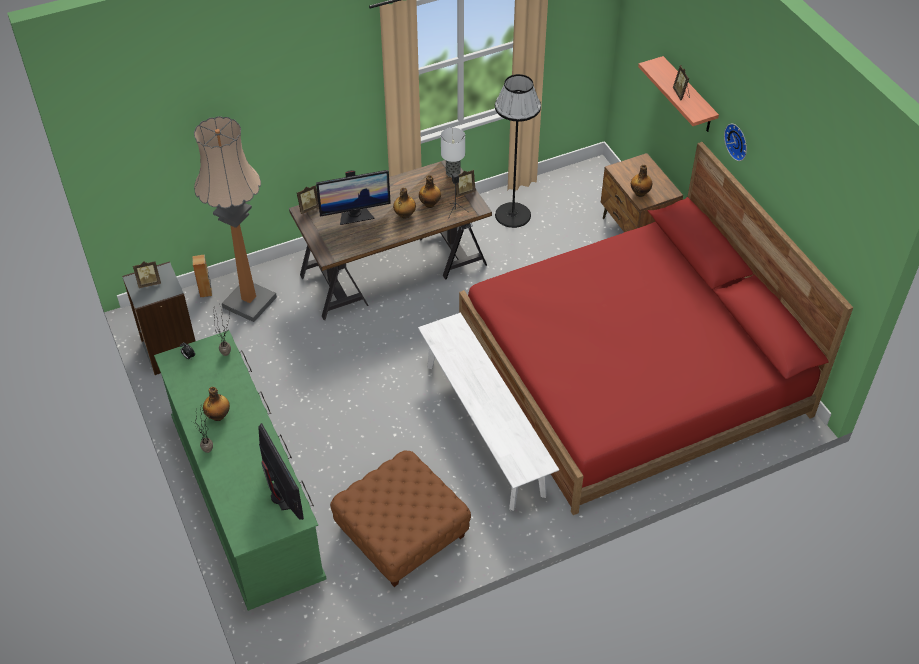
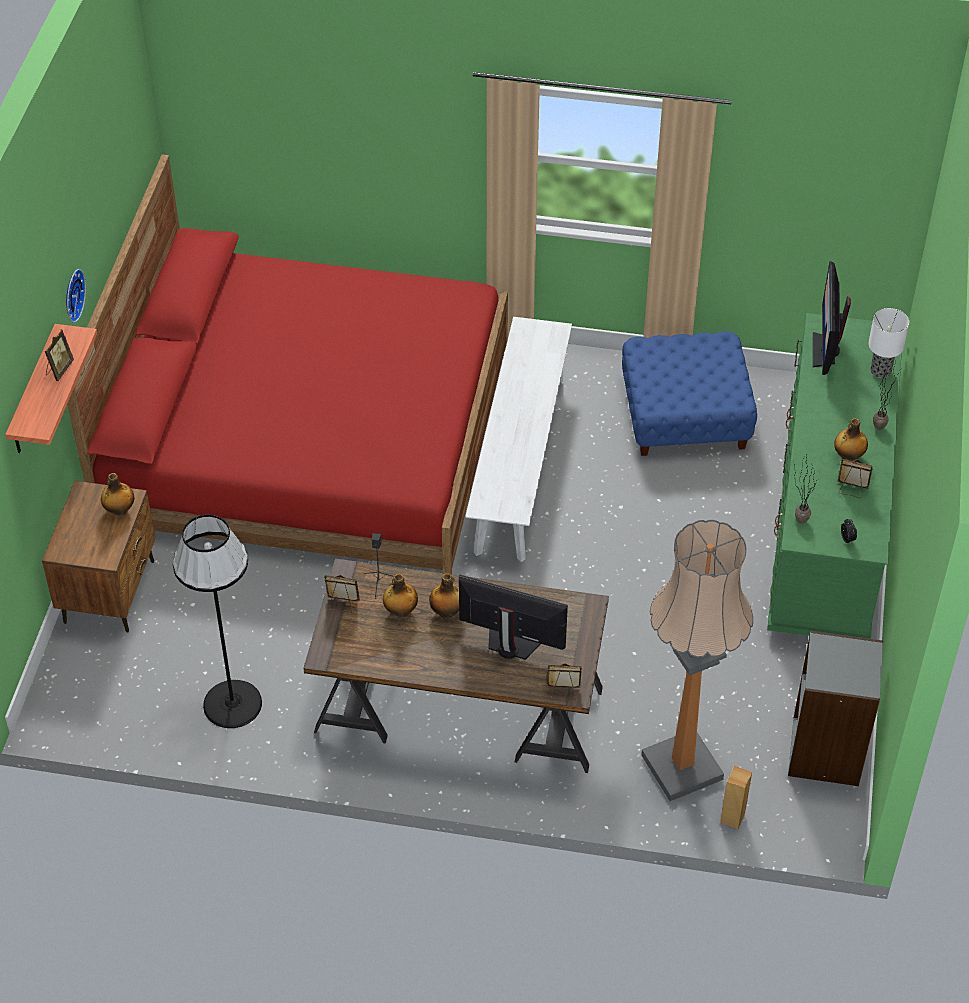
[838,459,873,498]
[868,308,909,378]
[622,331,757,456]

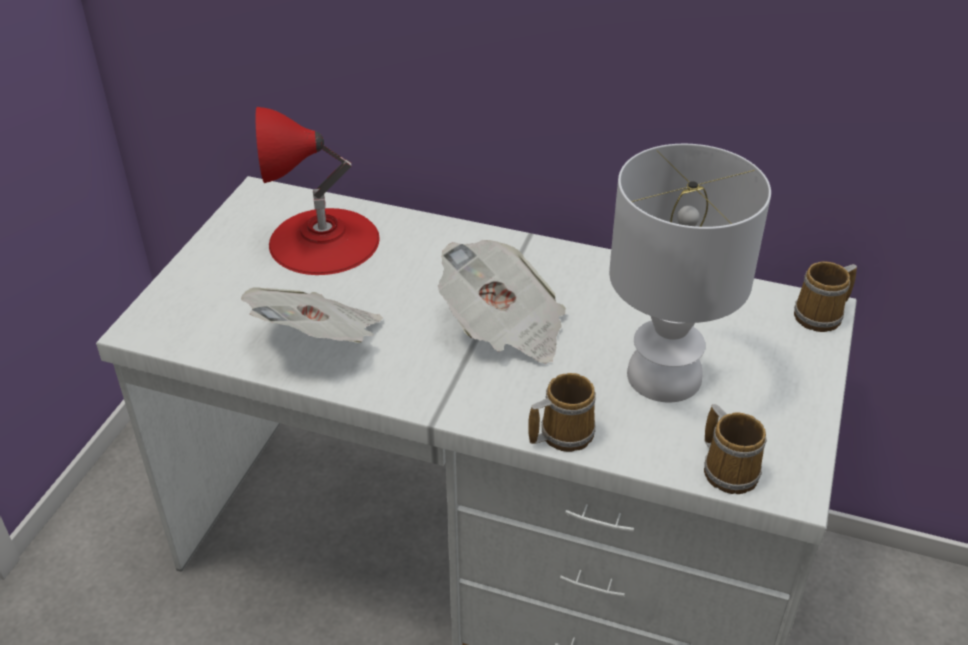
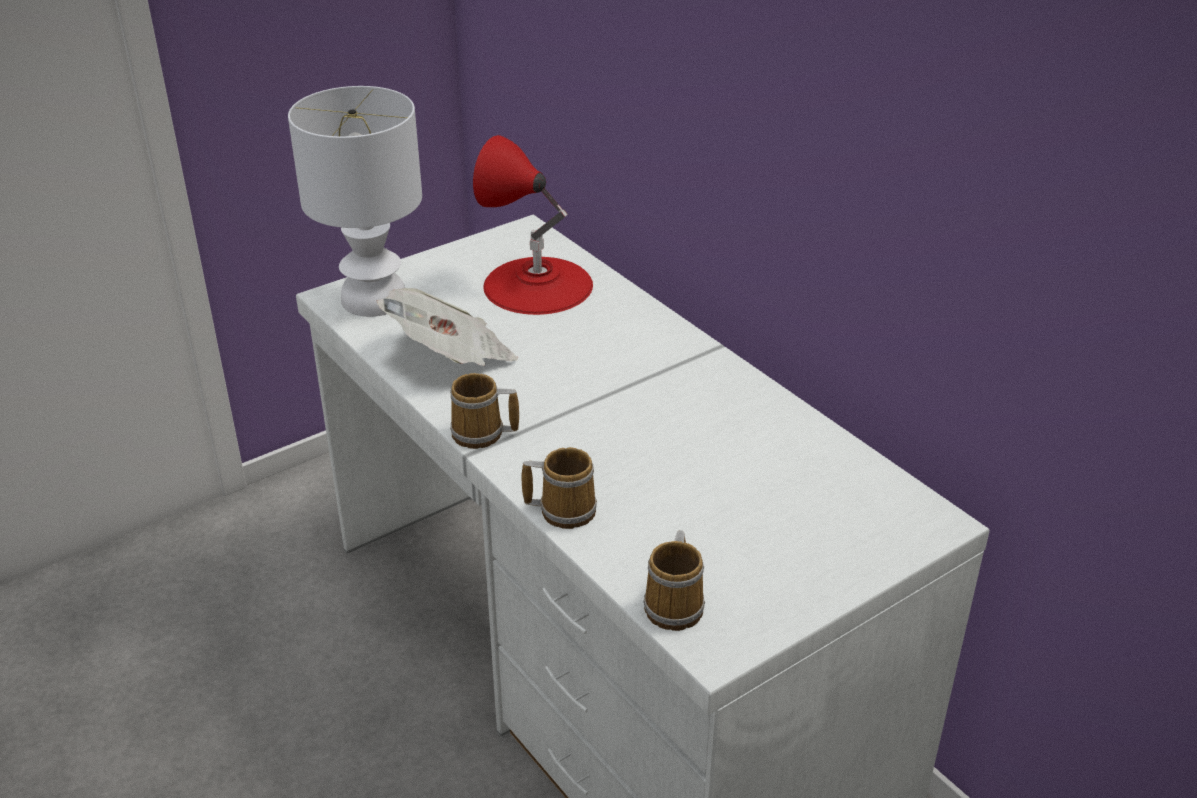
[438,240,566,363] (first image)
[288,86,422,317]
[450,373,519,449]

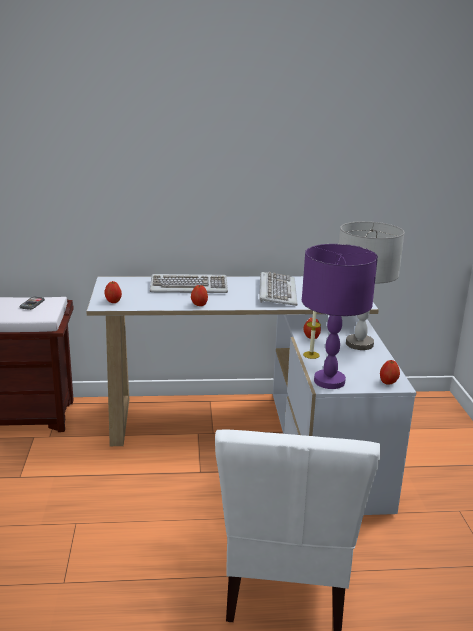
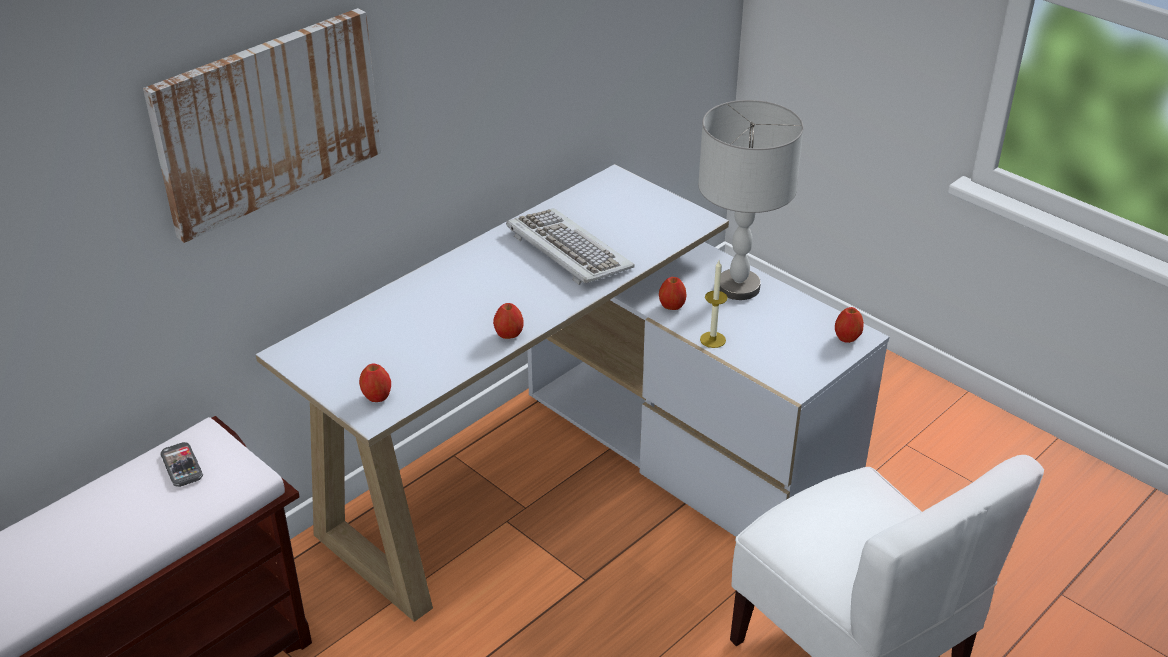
[150,274,228,293] (first image)
[302,244,378,389] (first image)
[143,8,381,243]

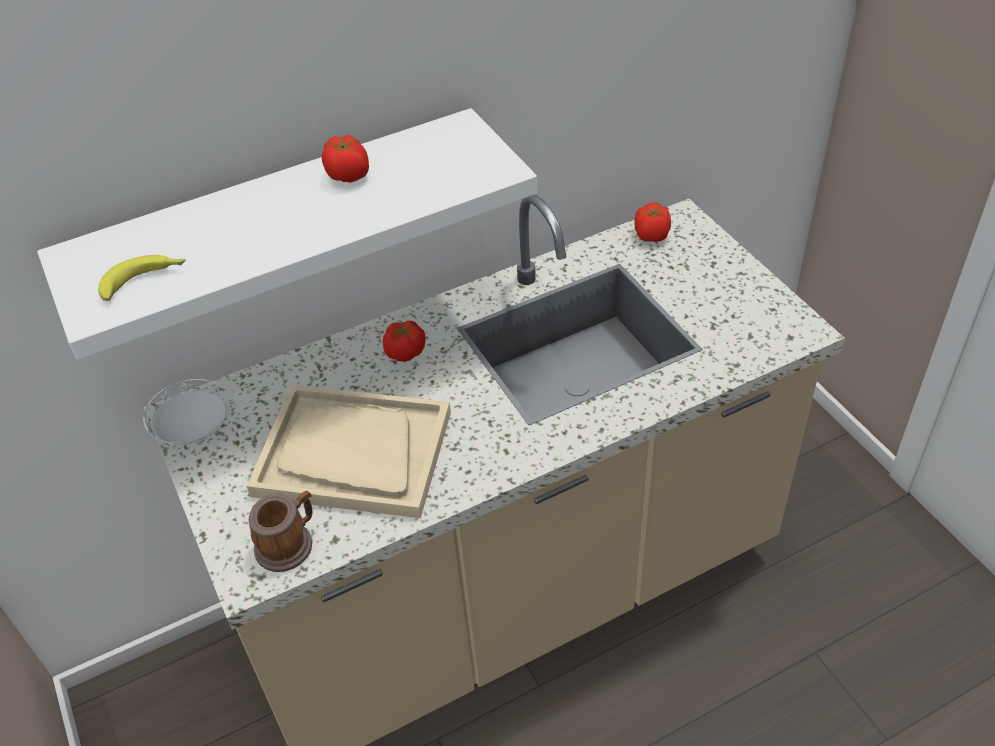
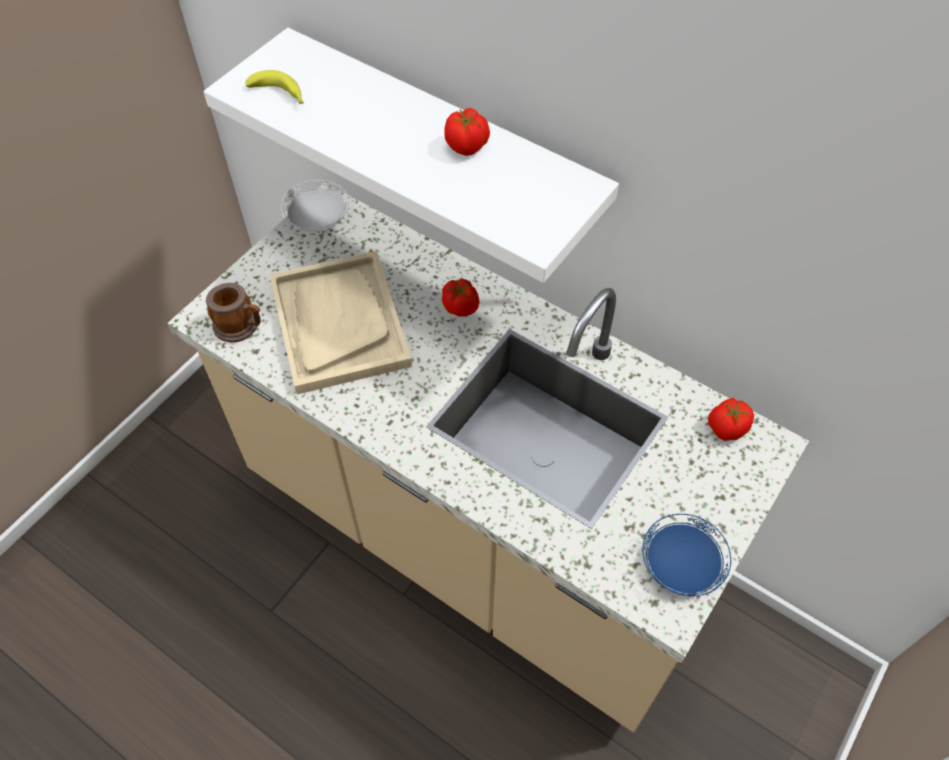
[642,514,731,596]

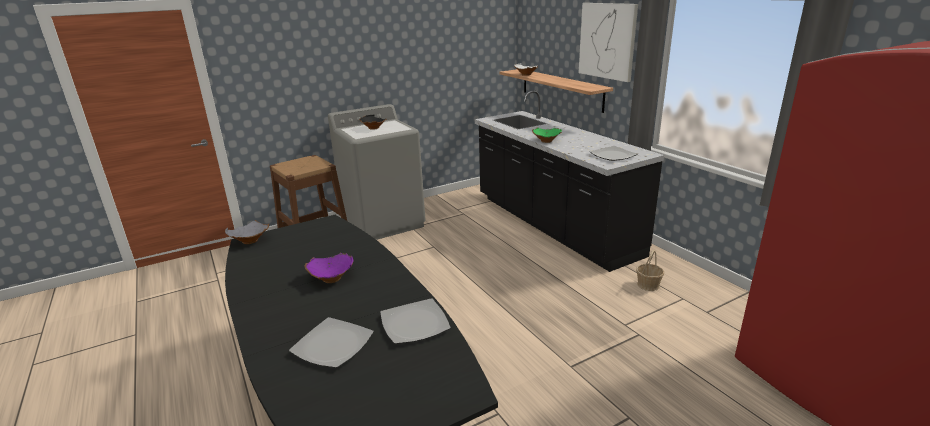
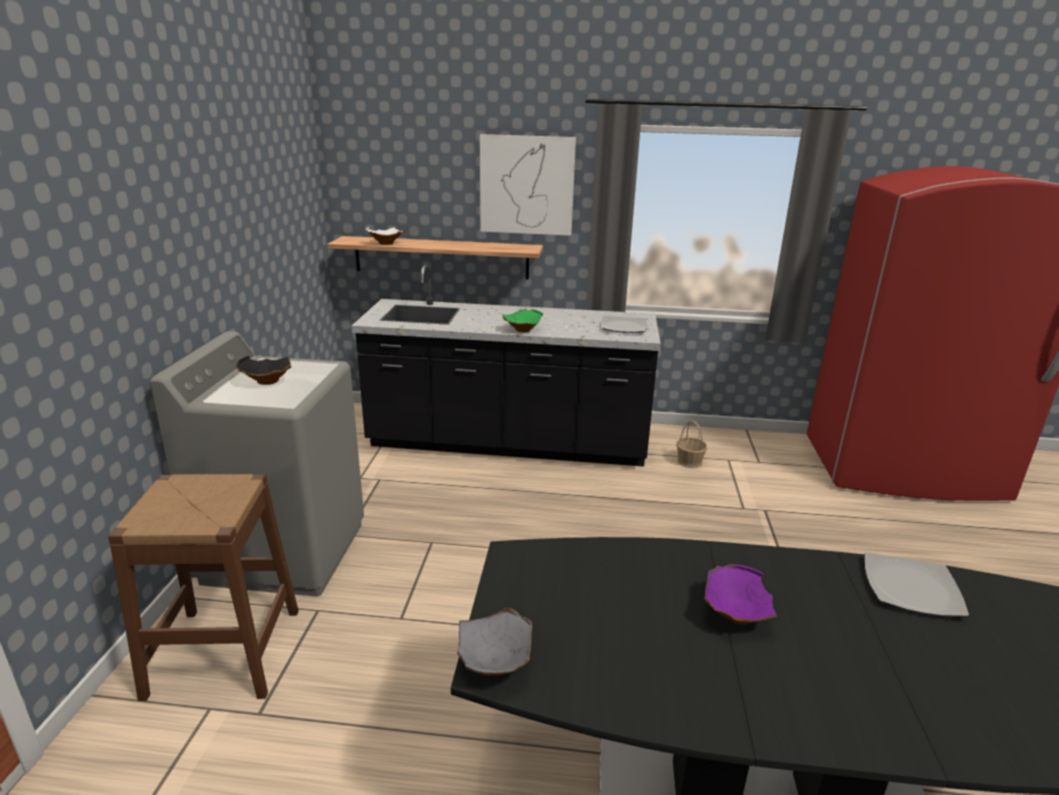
[289,317,374,368] (first image)

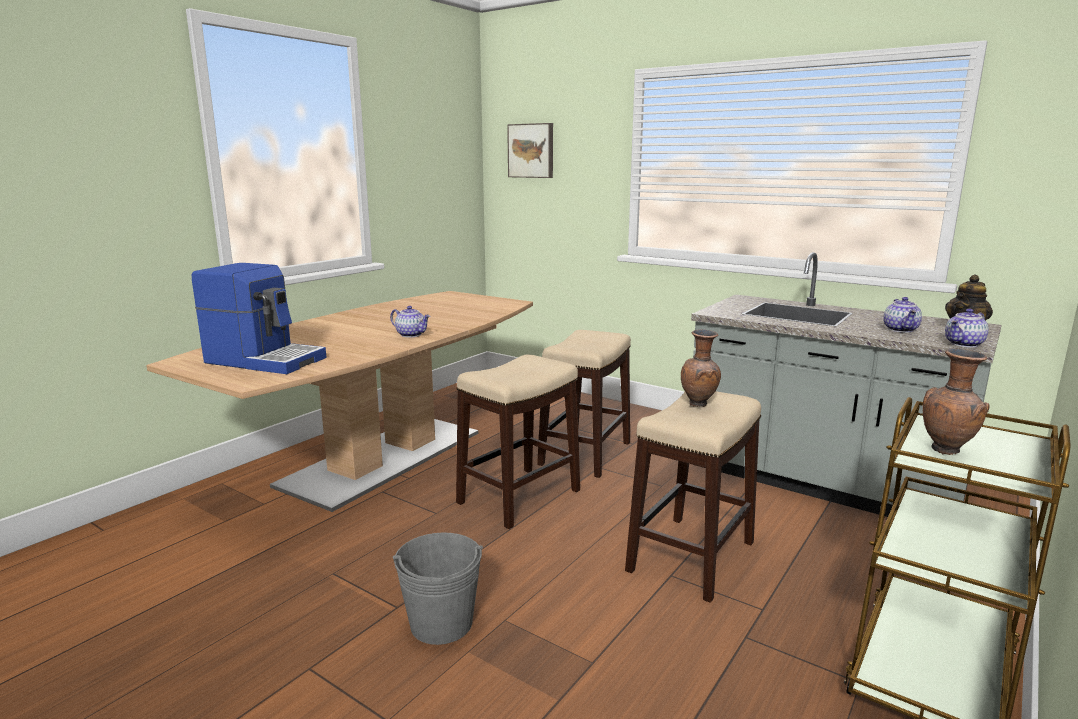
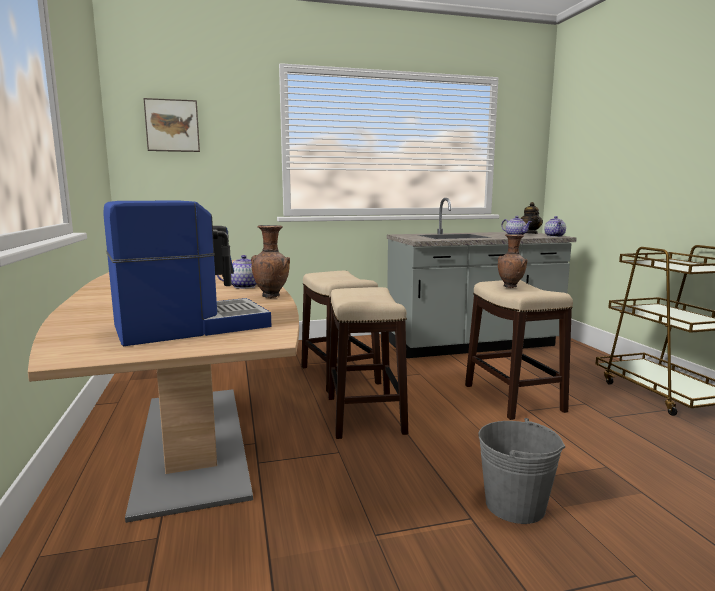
[251,225,290,298]

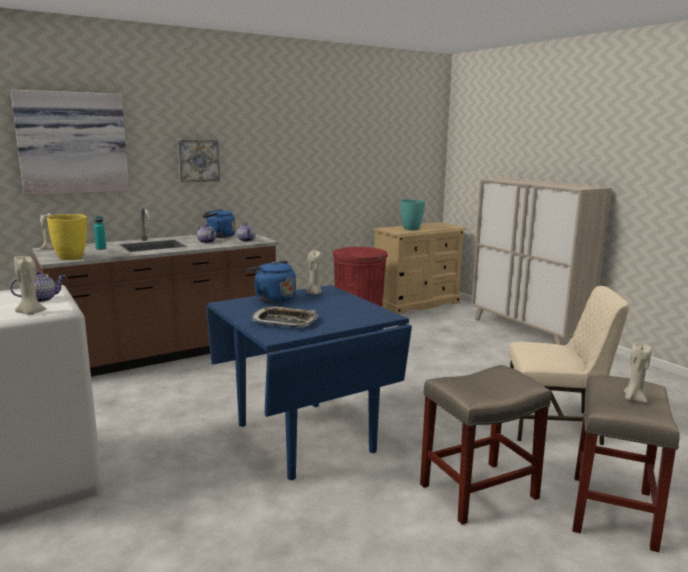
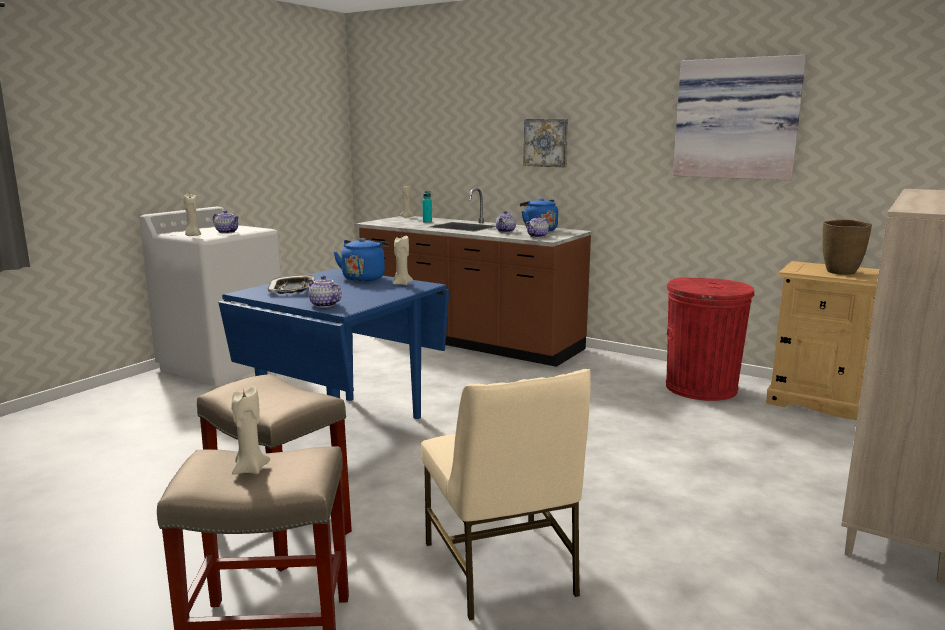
[47,214,87,260] (first image)
[307,275,342,308]
[673,55,806,180]
[823,219,872,275]

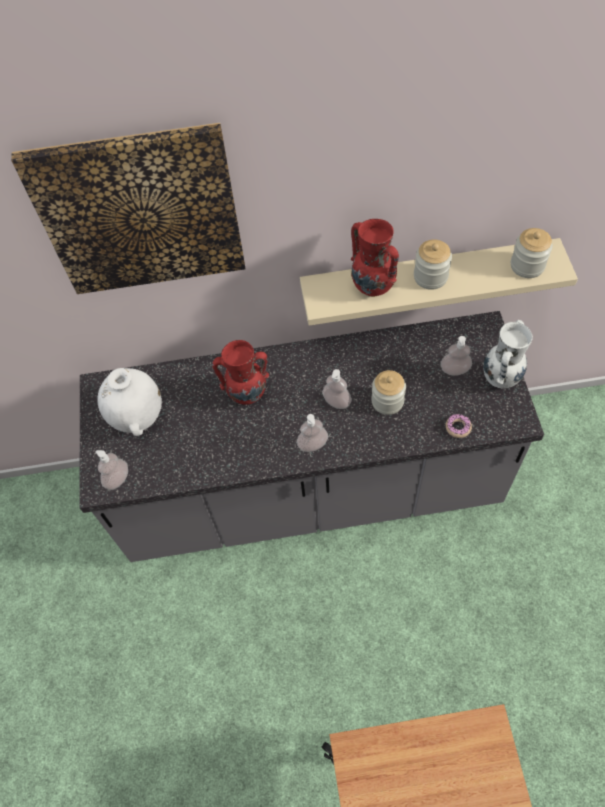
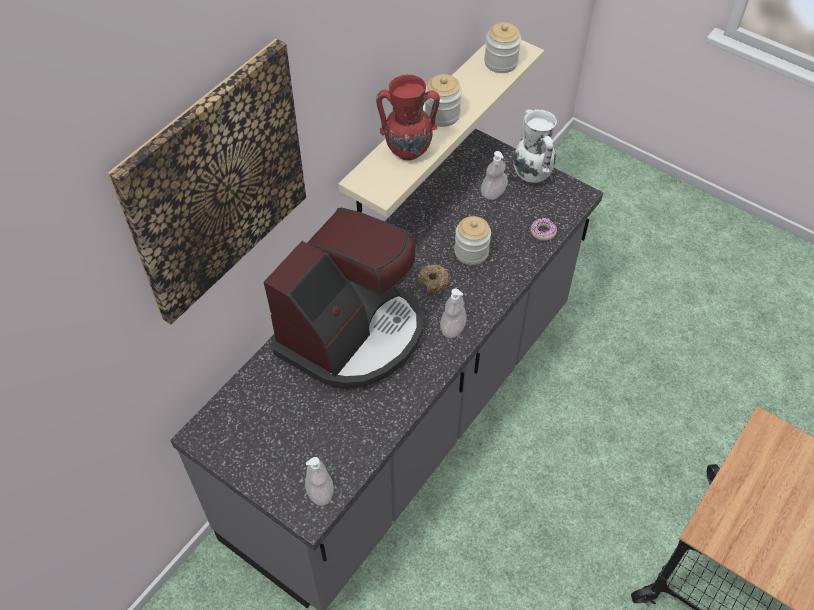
[97,368,162,436] (first image)
[264,208,423,389]
[417,265,450,293]

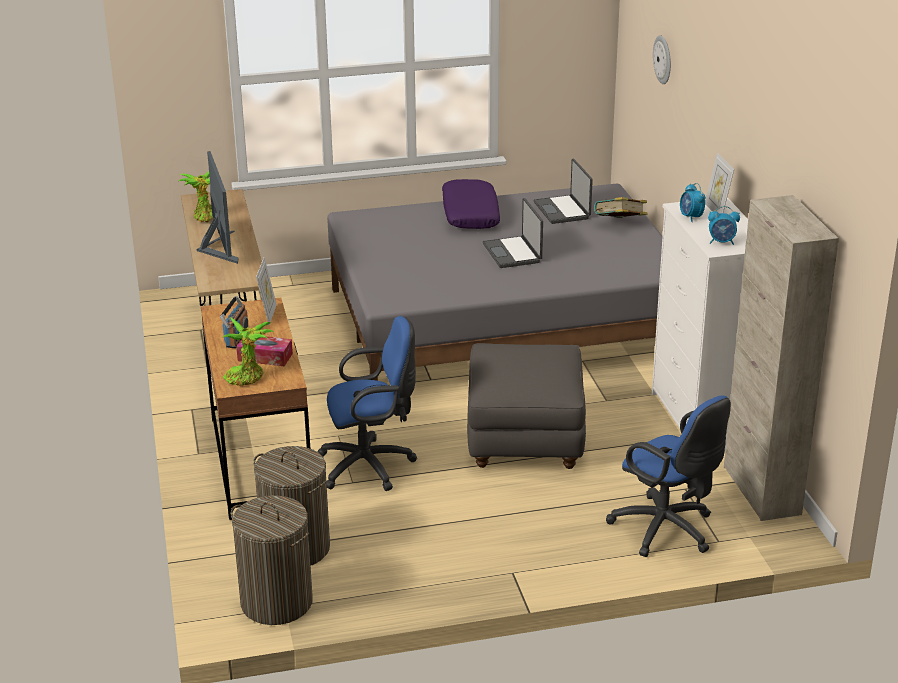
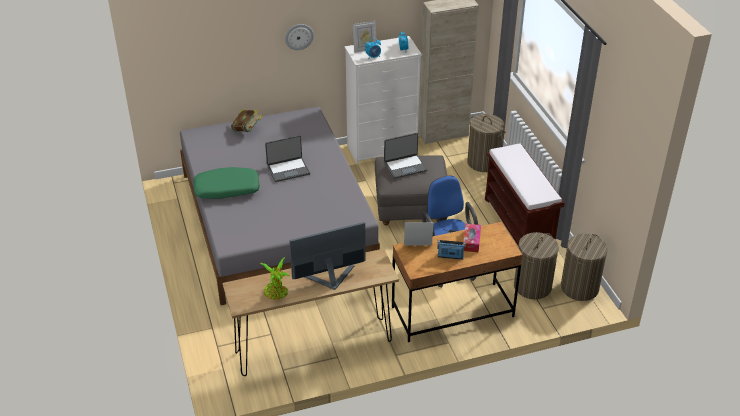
[223,317,274,386] (first image)
[485,144,565,246]
[384,133,428,179]
[285,24,314,50]
[467,114,506,172]
[194,167,260,199]

